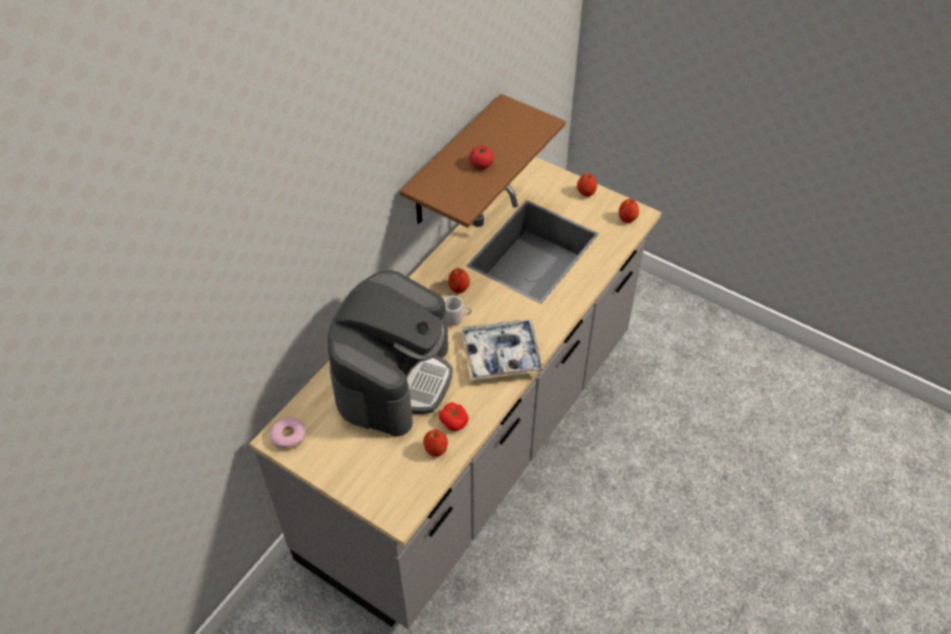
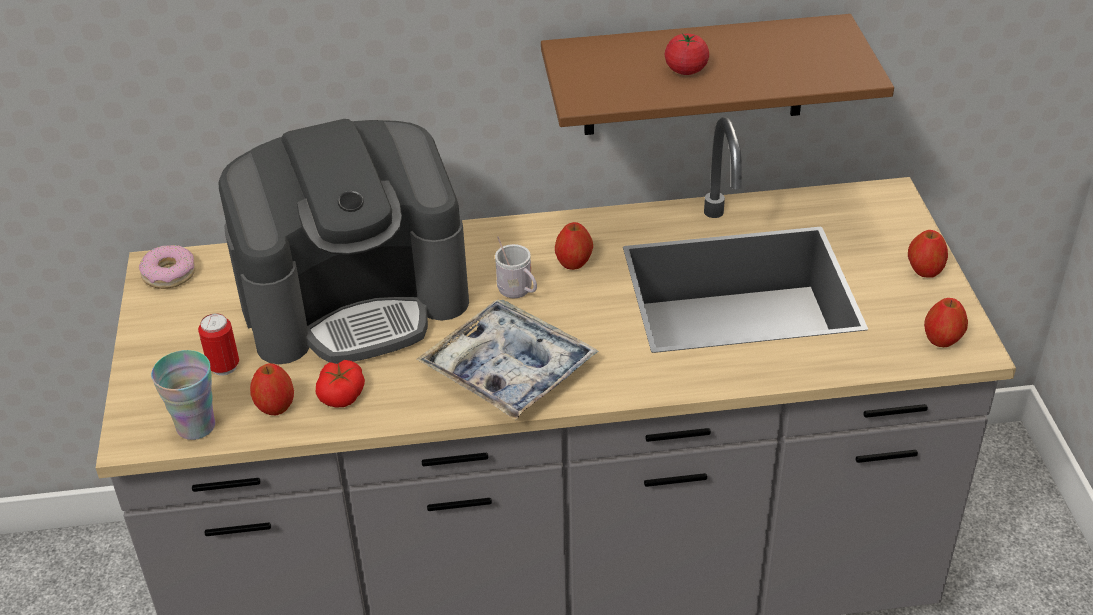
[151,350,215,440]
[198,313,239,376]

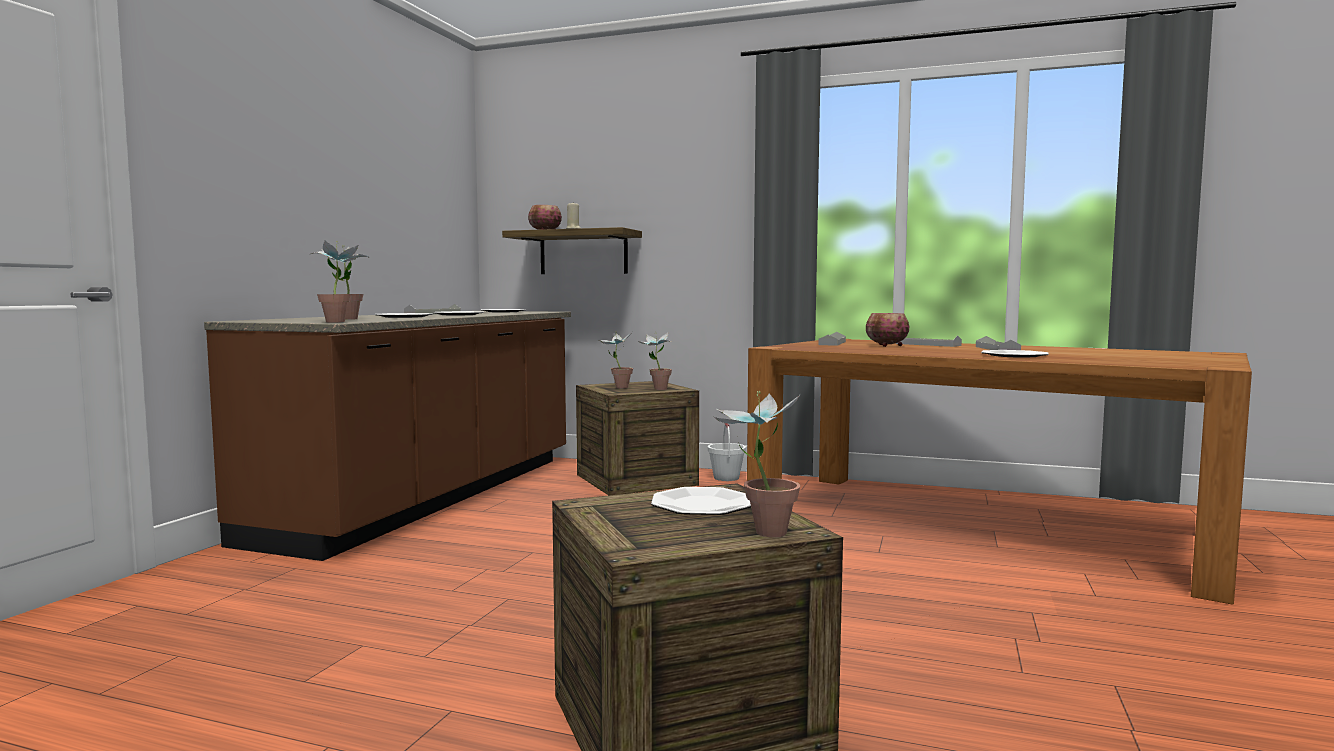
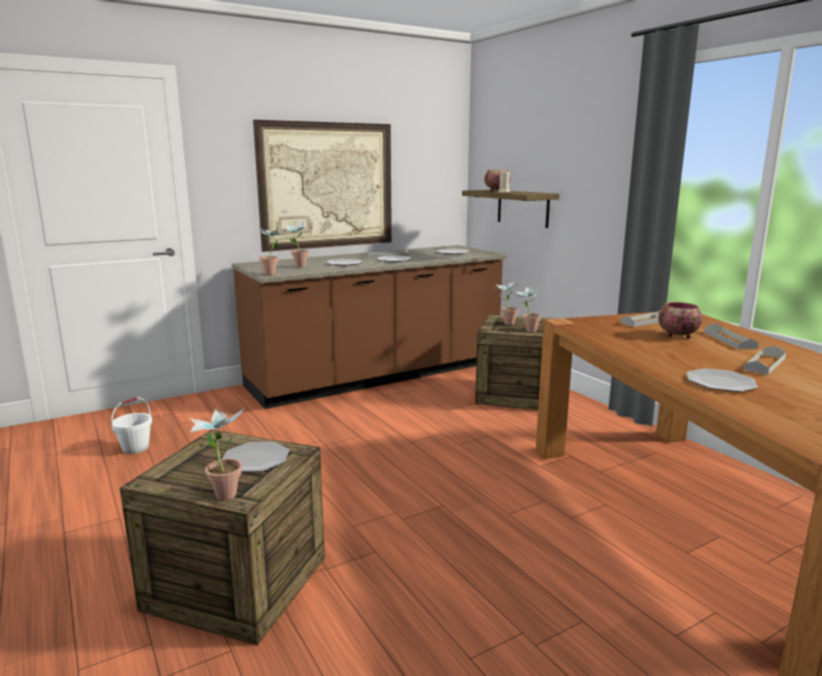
[253,120,392,252]
[111,397,152,454]

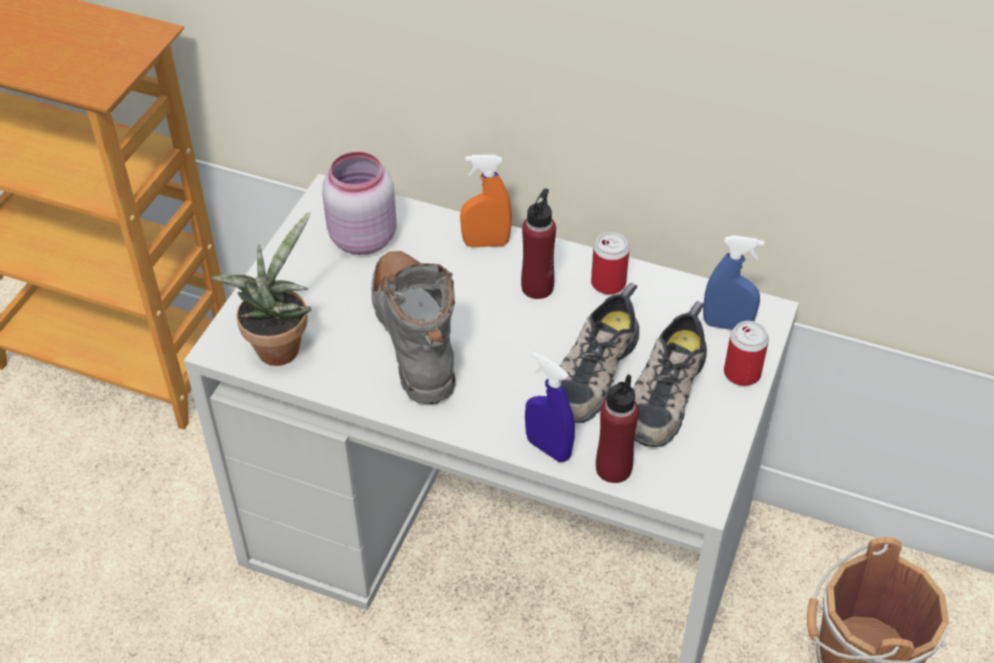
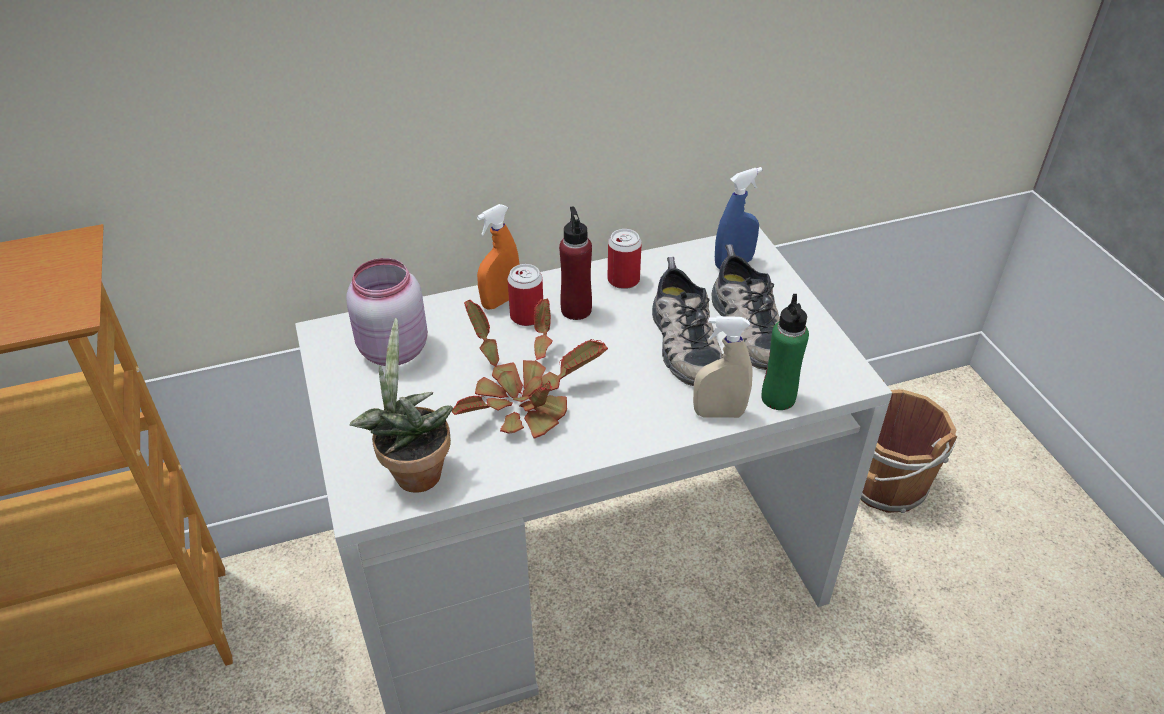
[508,264,543,326]
[452,298,608,438]
[693,316,753,418]
[761,294,809,410]

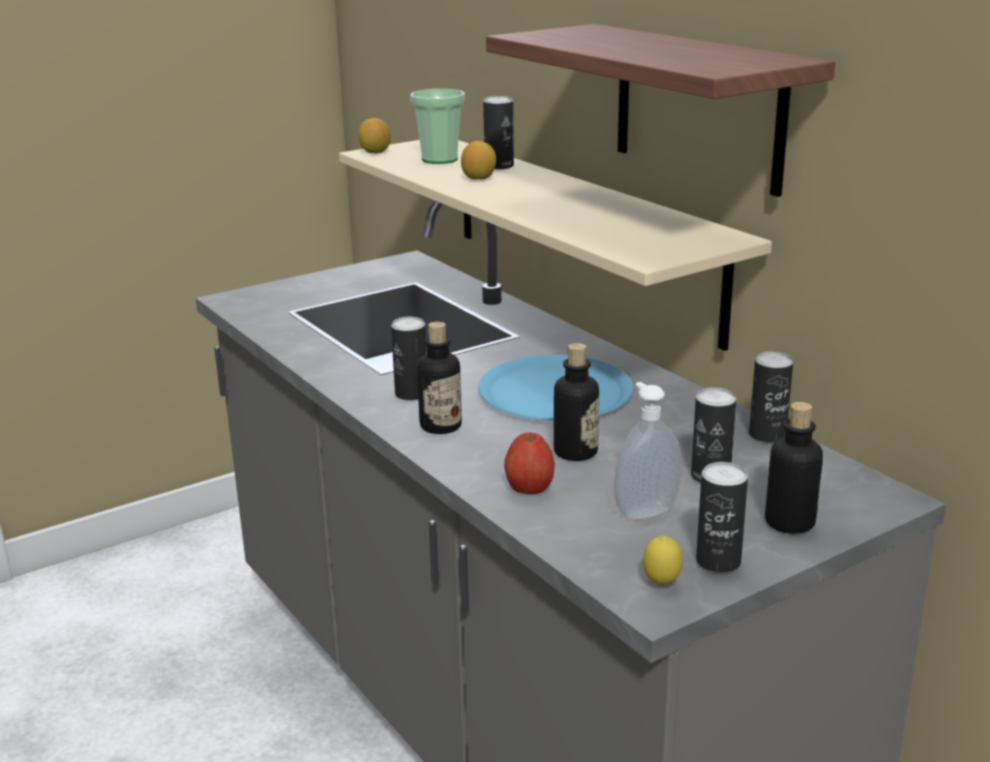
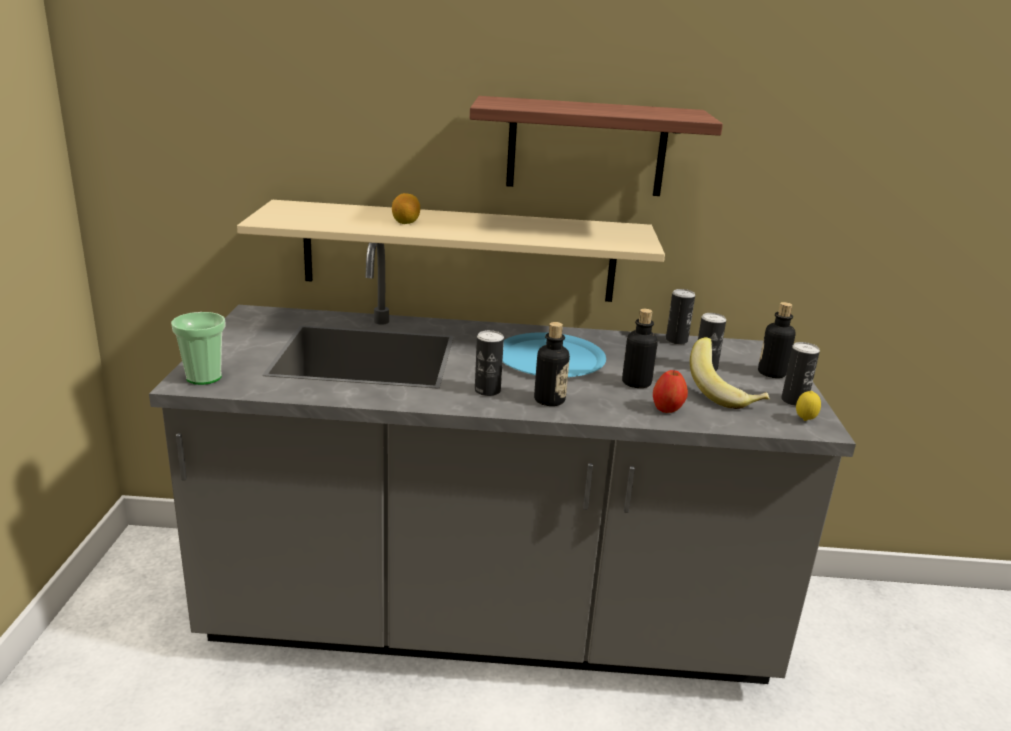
[358,118,391,154] (first image)
[483,96,514,170] (first image)
[171,312,226,385]
[690,337,770,409]

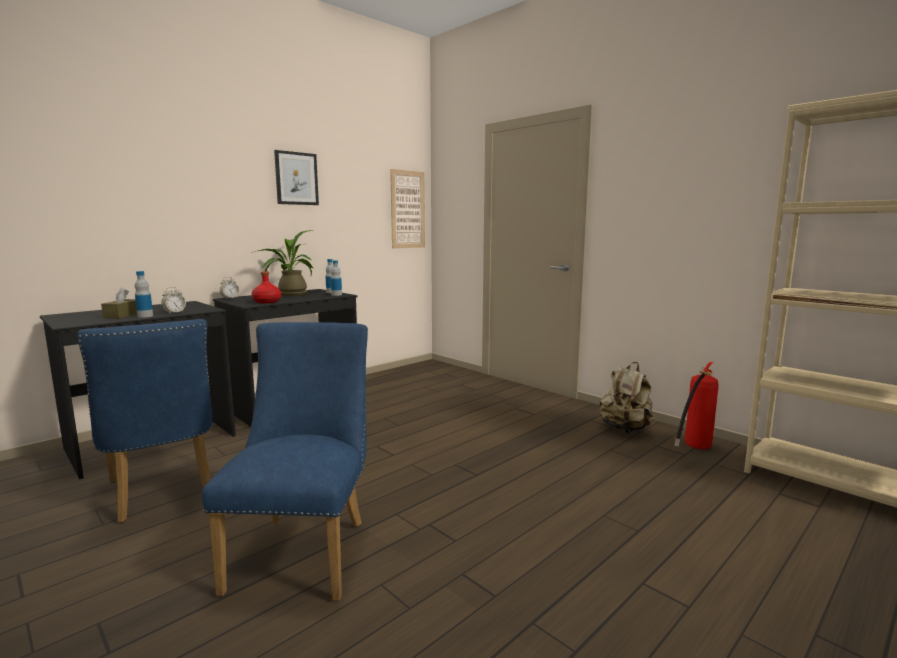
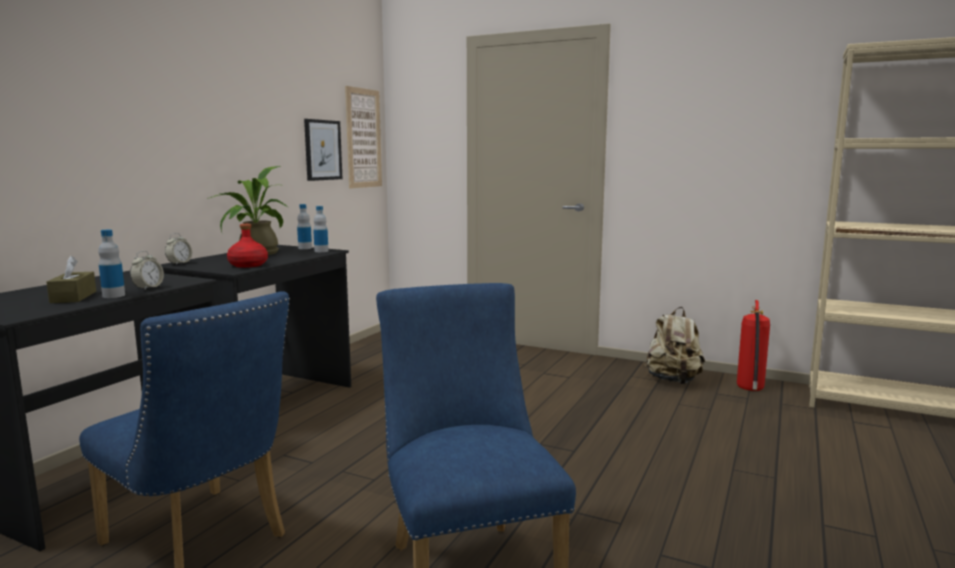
[304,119,343,181]

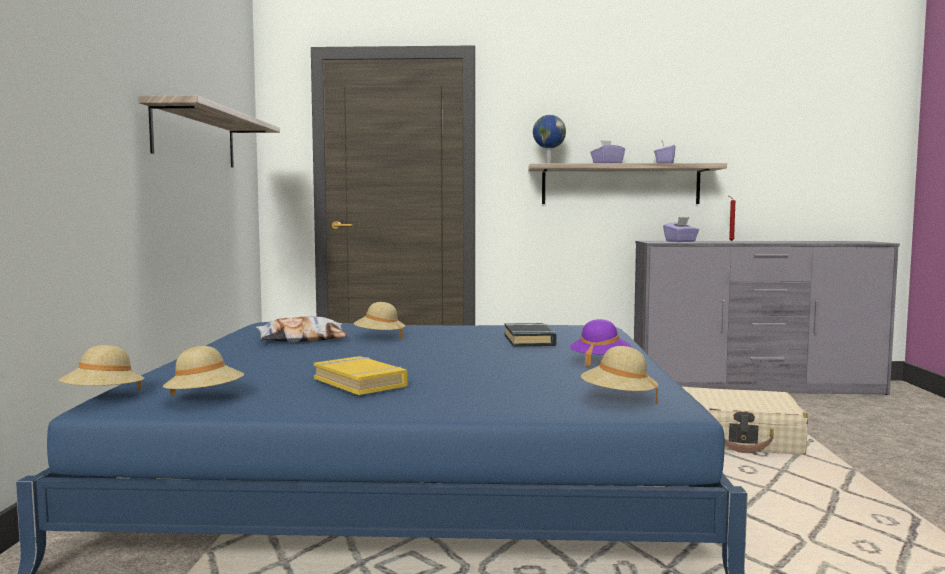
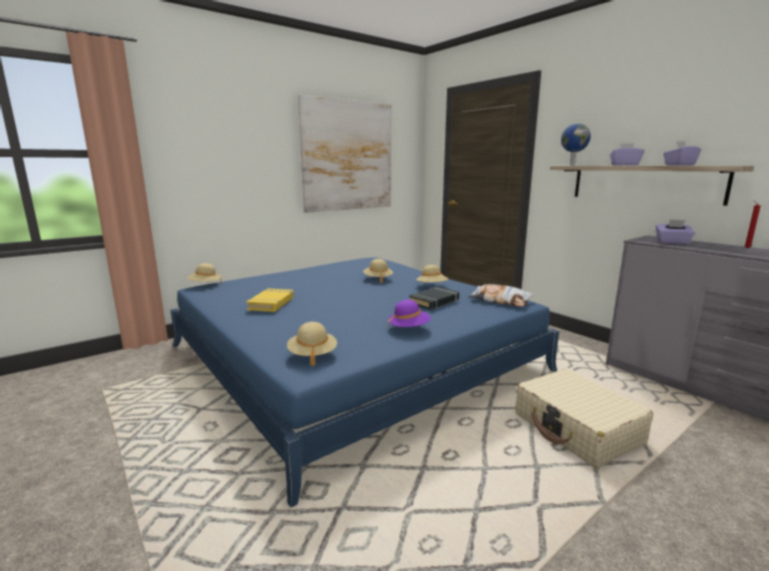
[416,265,448,283]
[468,284,534,307]
[298,94,391,213]

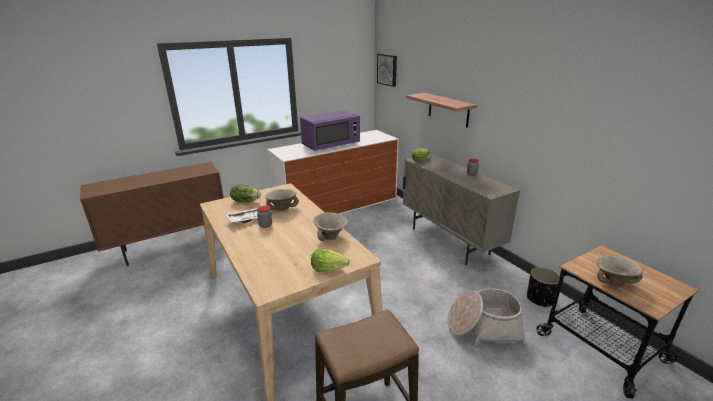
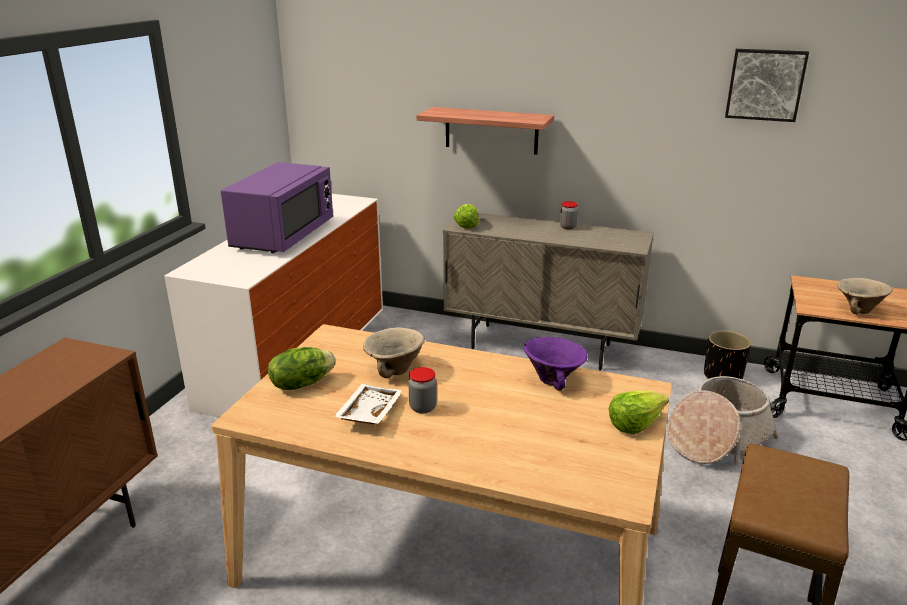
[725,49,809,122]
[524,337,588,391]

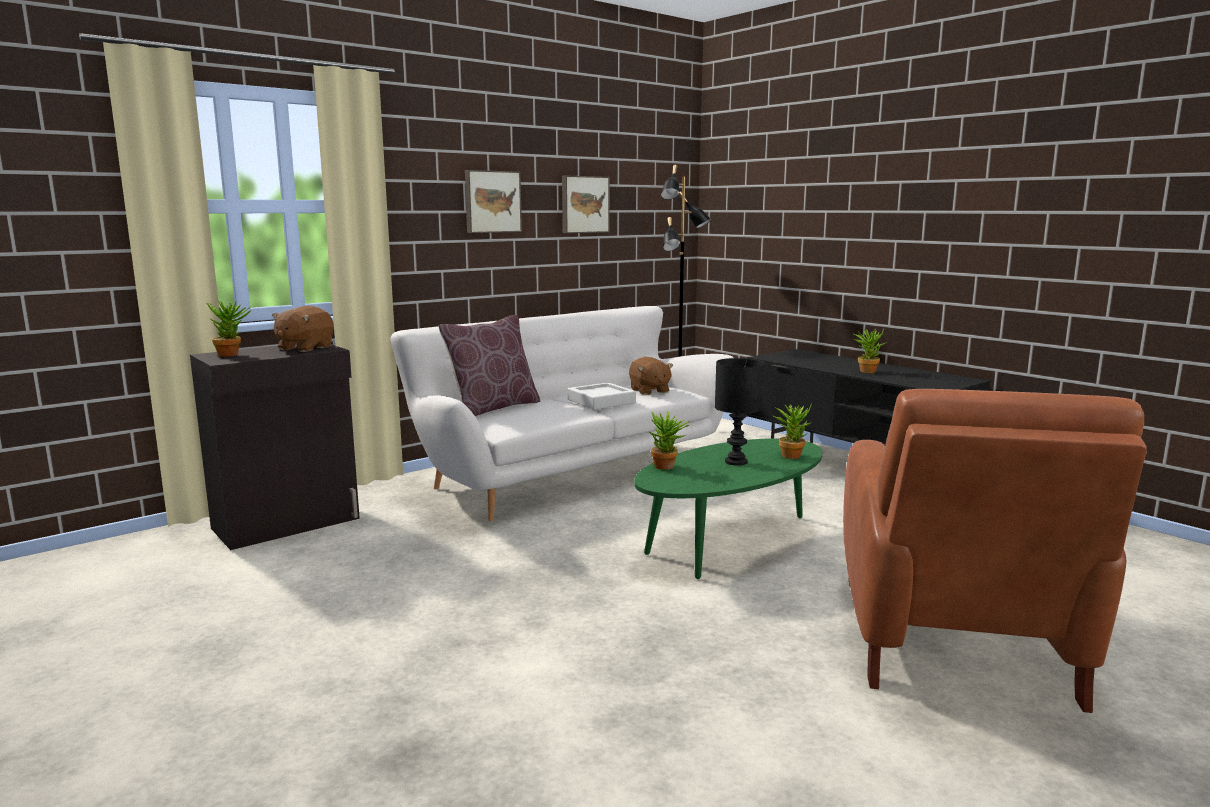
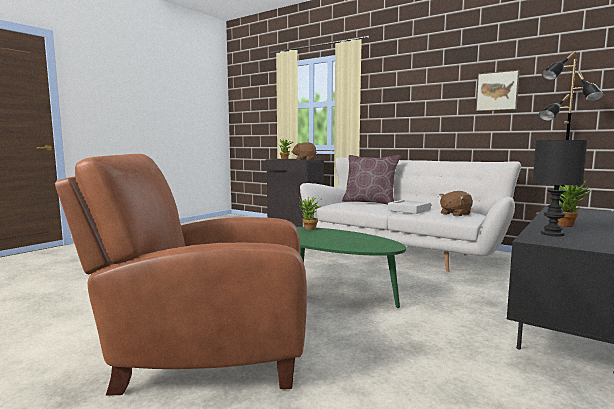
[465,170,522,233] (first image)
[773,403,812,459] (first image)
[533,140,587,236]

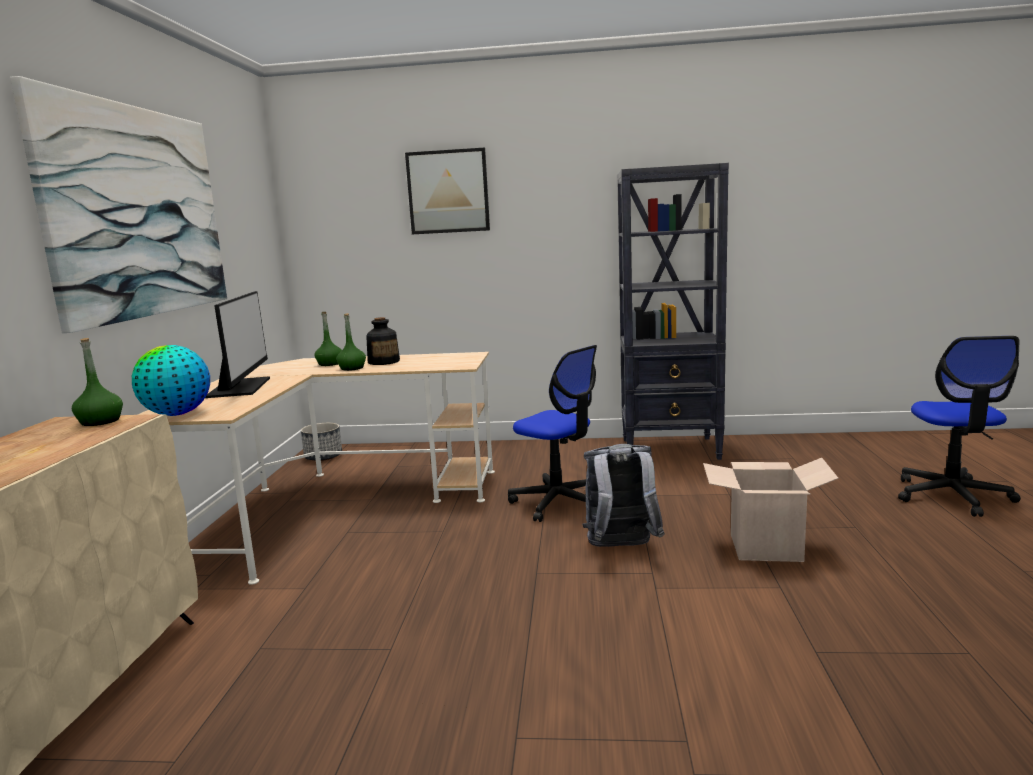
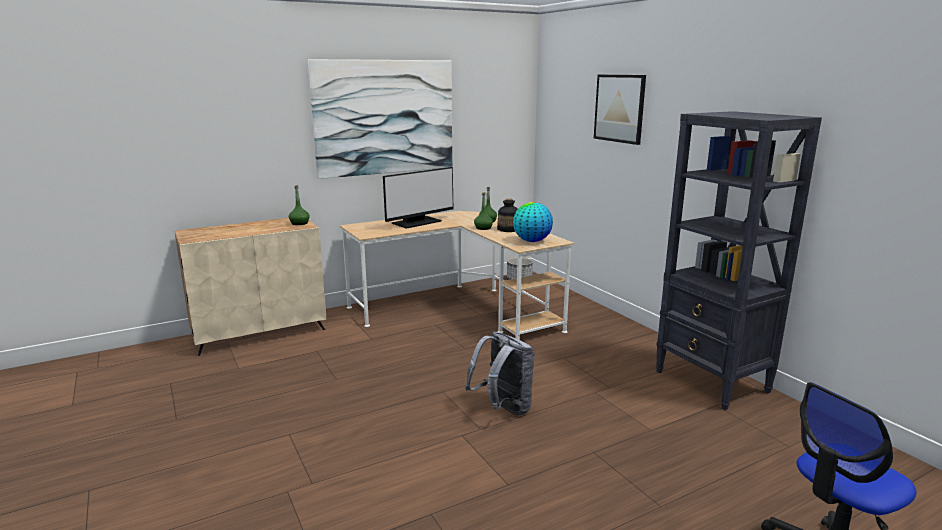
[508,345,597,522] (first image)
[703,458,839,562] (first image)
[513,202,553,242]

